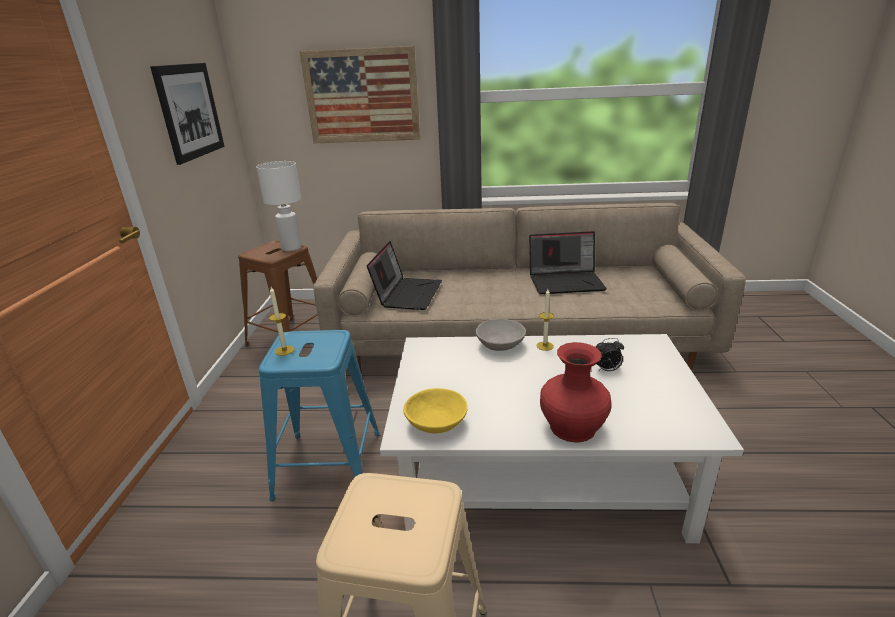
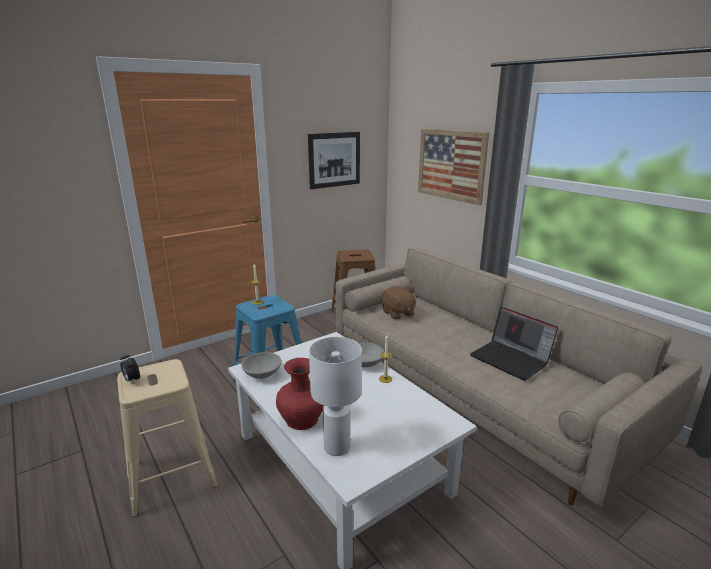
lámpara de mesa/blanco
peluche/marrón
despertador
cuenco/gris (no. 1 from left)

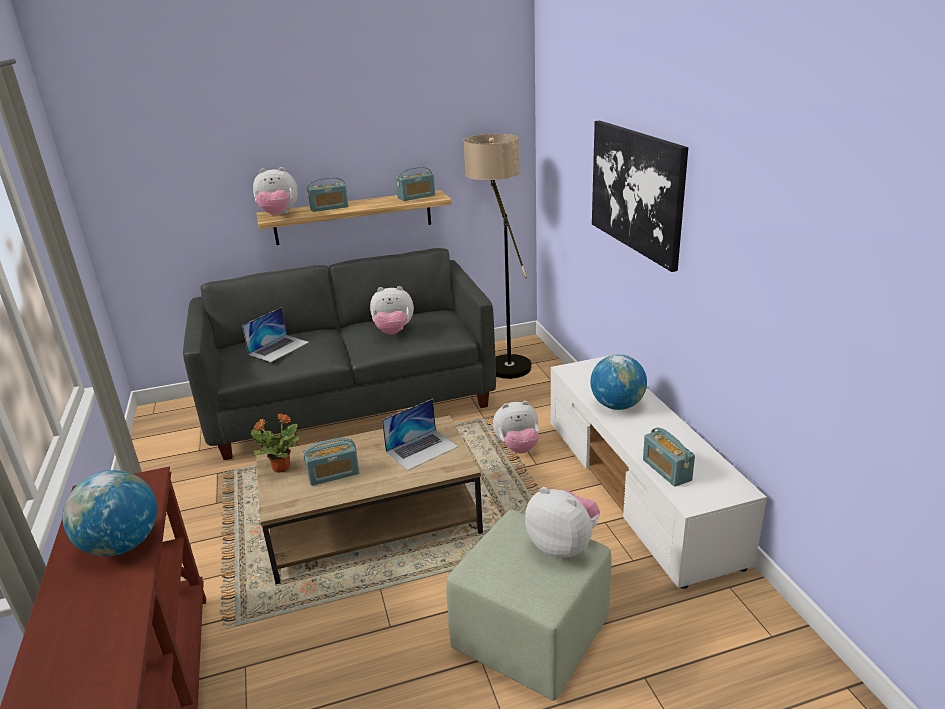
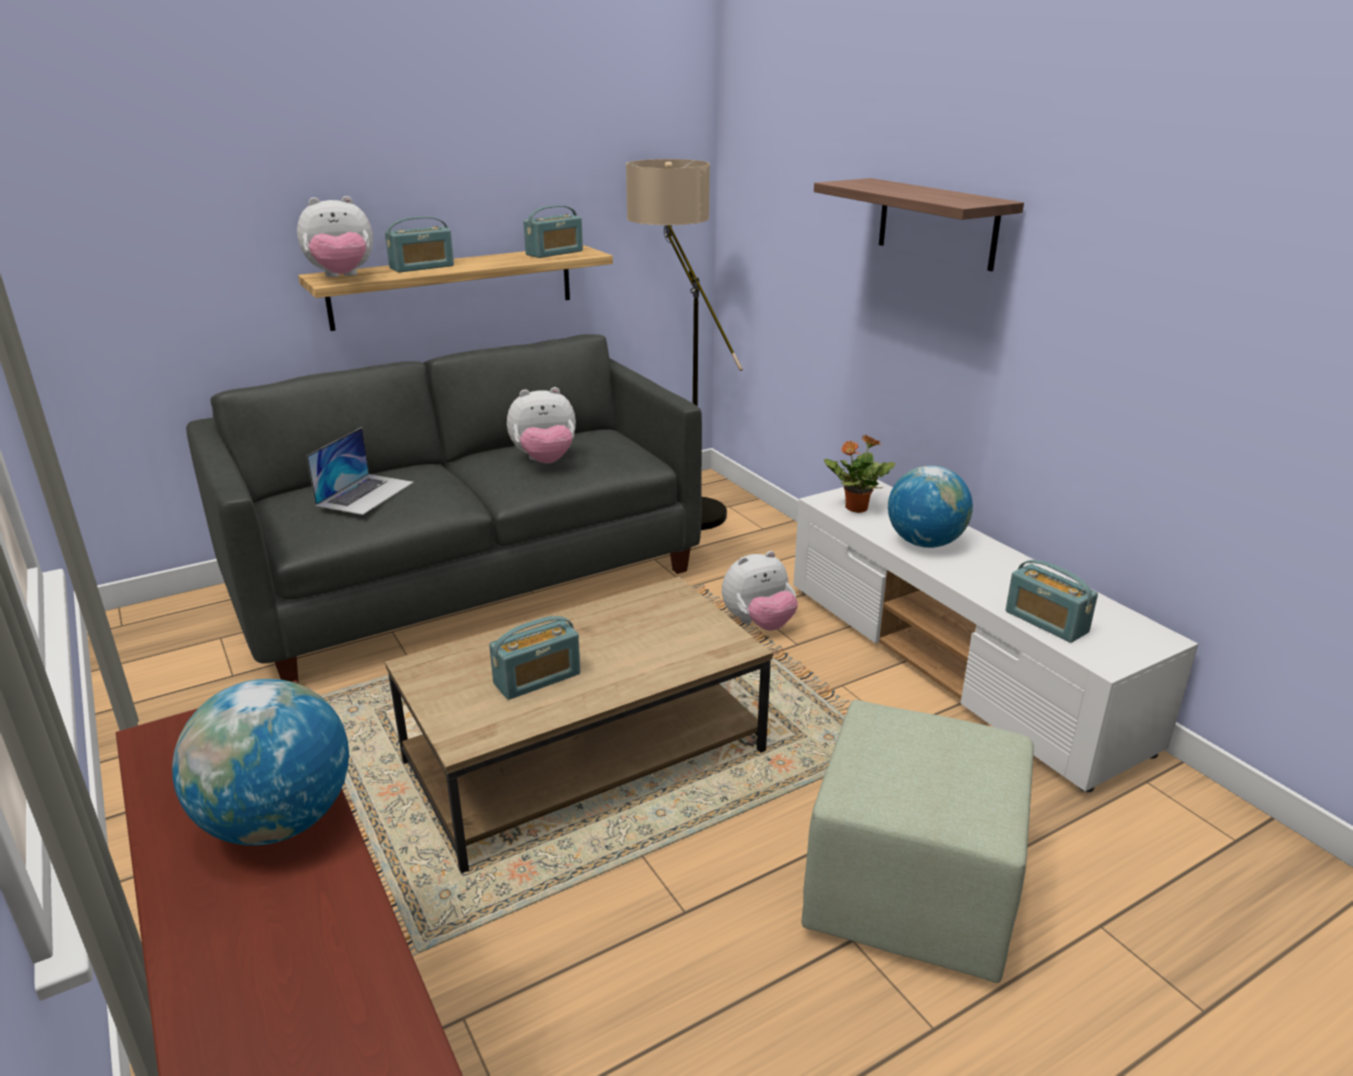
estante (no. 2 from left)
portátil (no. 2 from left in the first image)
planta en maceta
peluche (no. 4 from left in the first image)

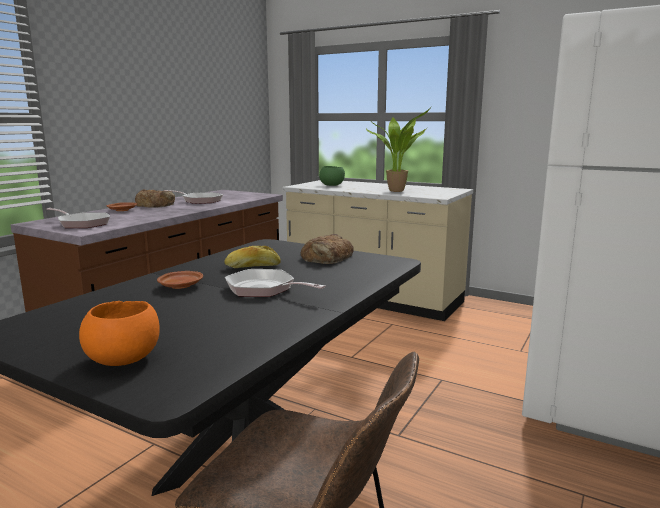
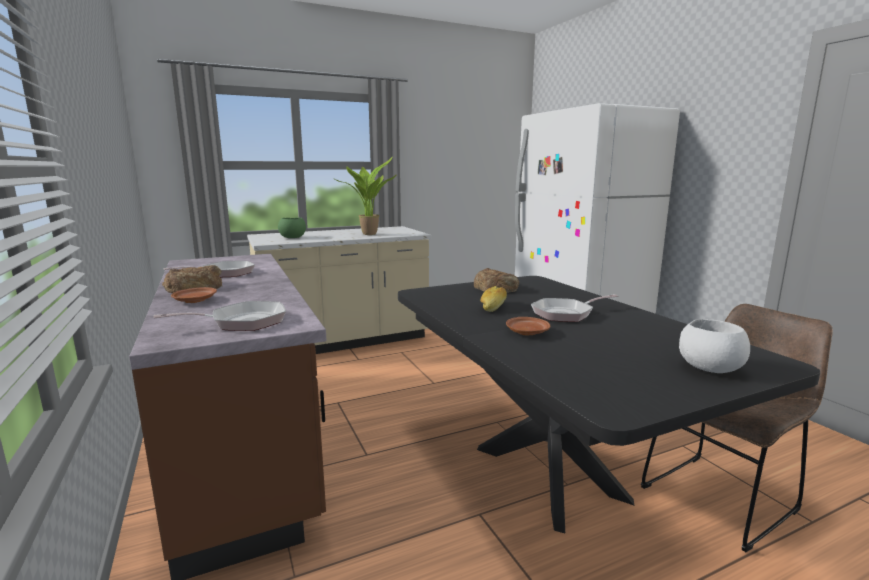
cuenco/blanco

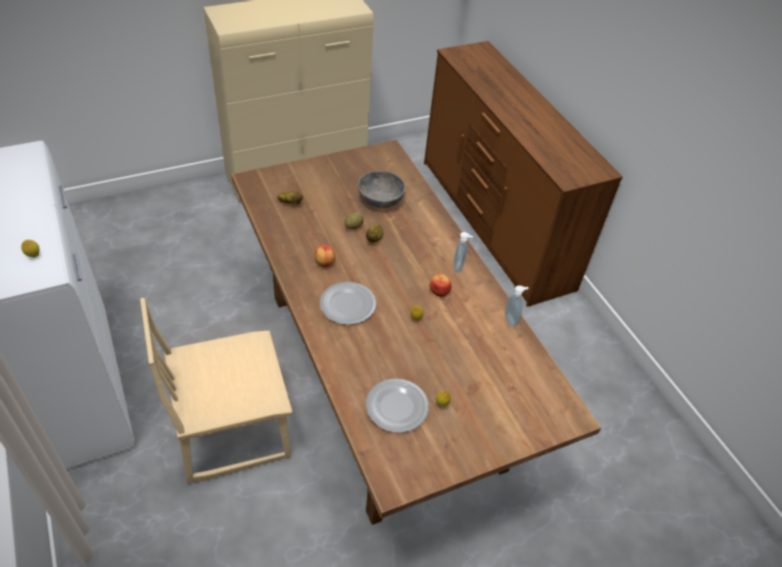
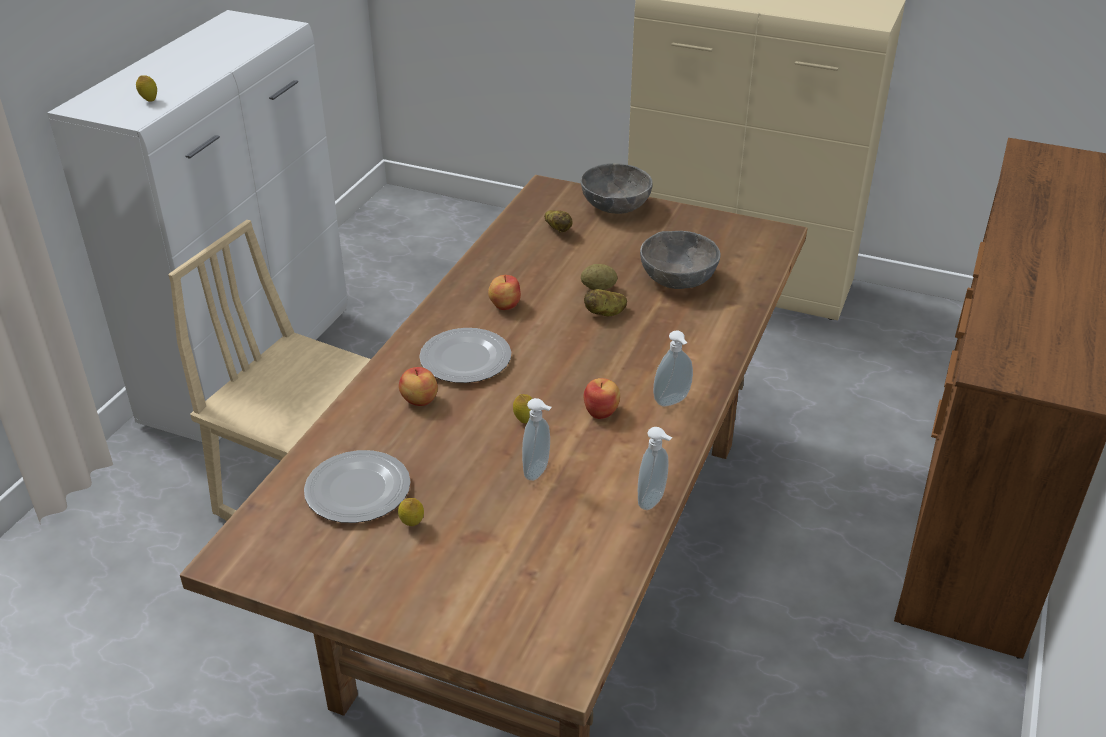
cuenco/gris (no. 1 from left)
manzana (no. 1 from left)
dispensador de jabón (no. 1 from left)

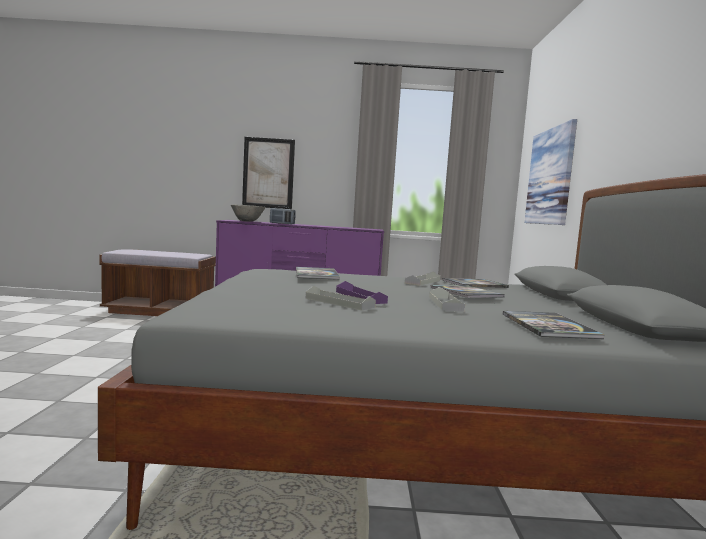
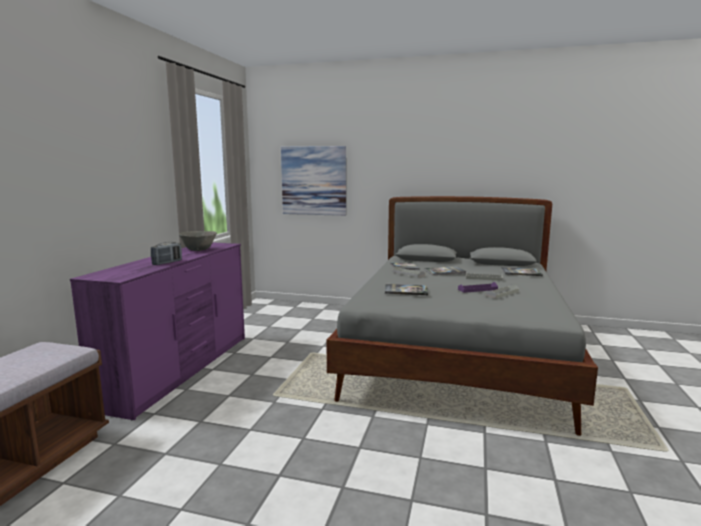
cuadro (no. 1 from left in the first image)
cuenco/gris

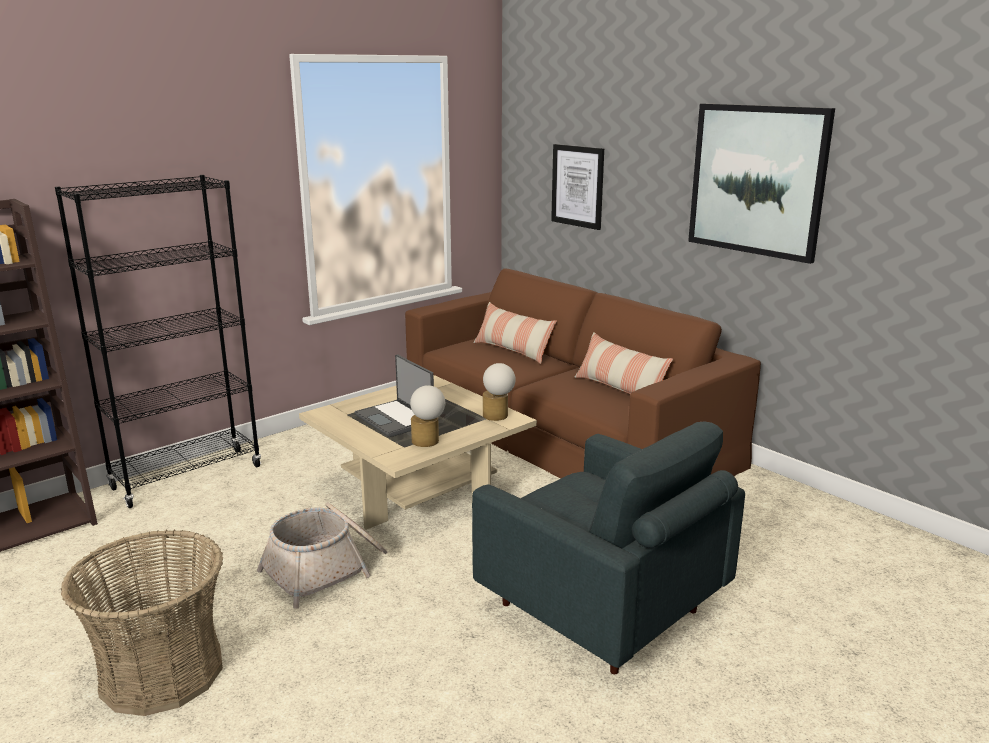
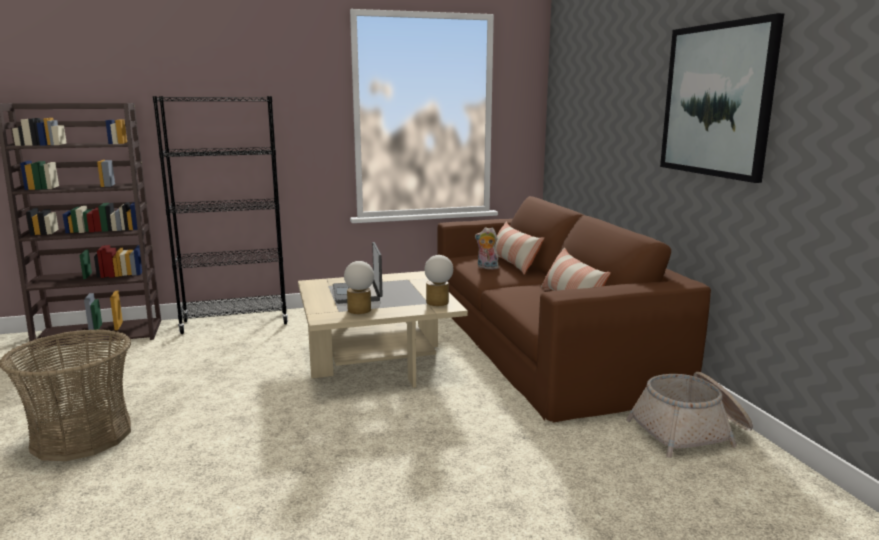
cuadro (no. 1 from left in the first image)
sillón/gris
cesta (no. 2 from left)
peluche

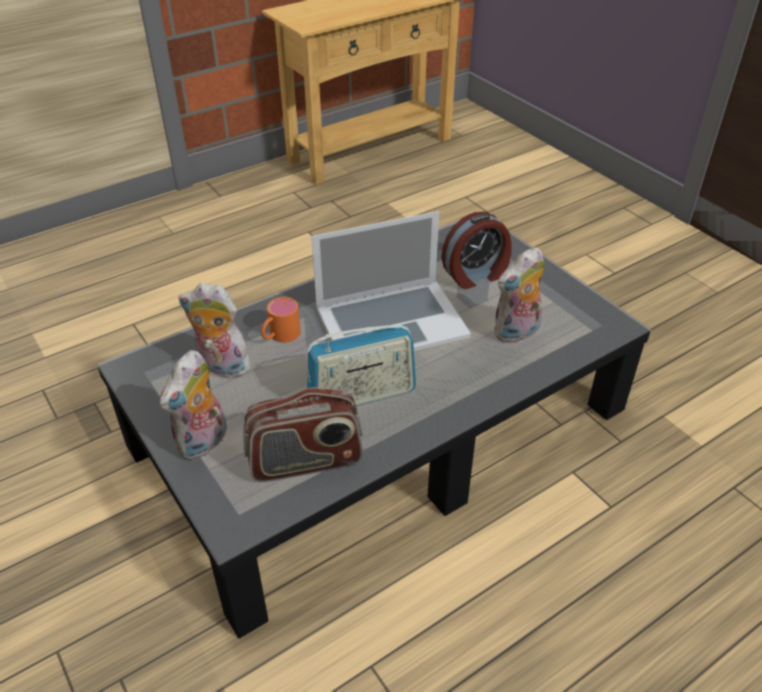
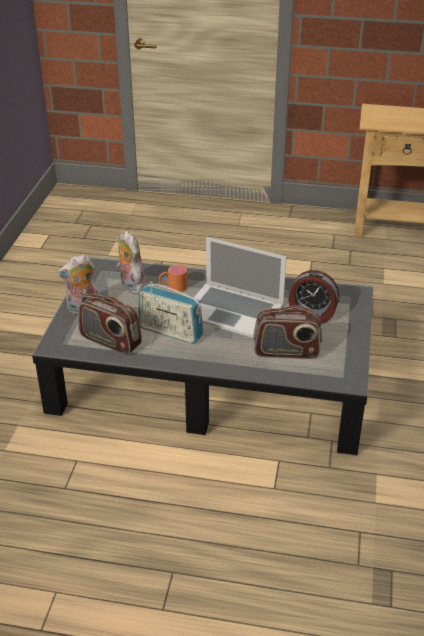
radio (no. 3 from left)

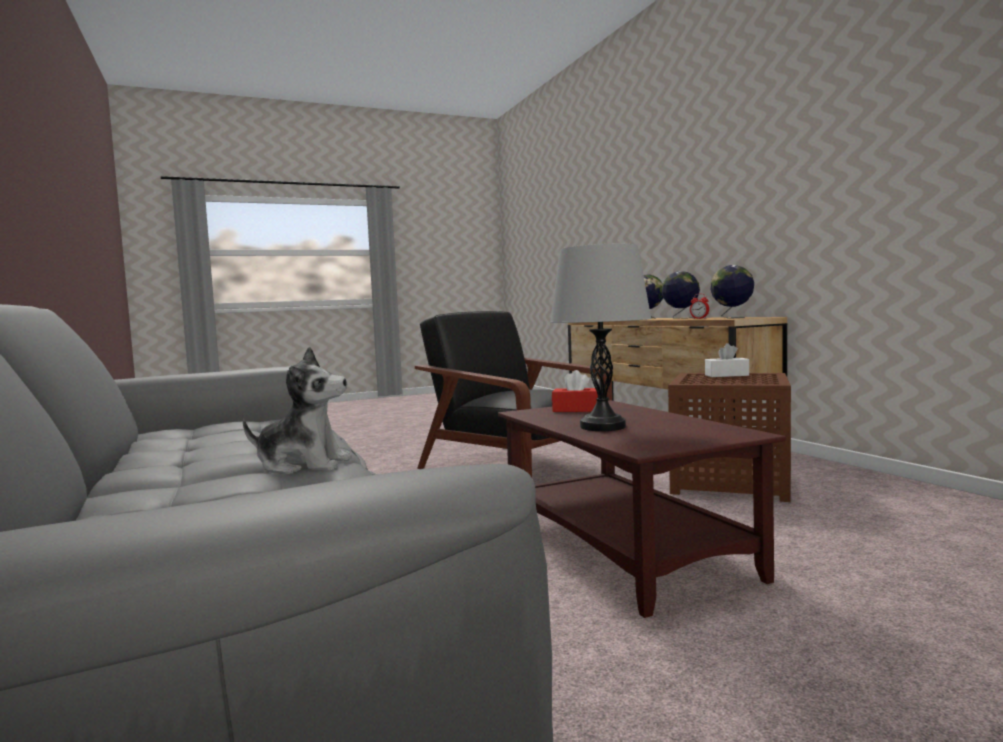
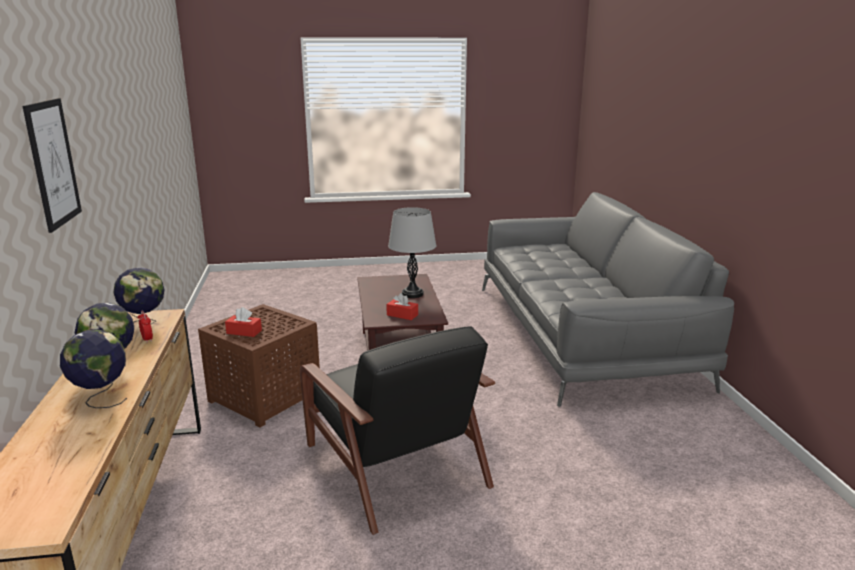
caja de pañuelos/rojo (no. 1 from left)
peluche
cuadro

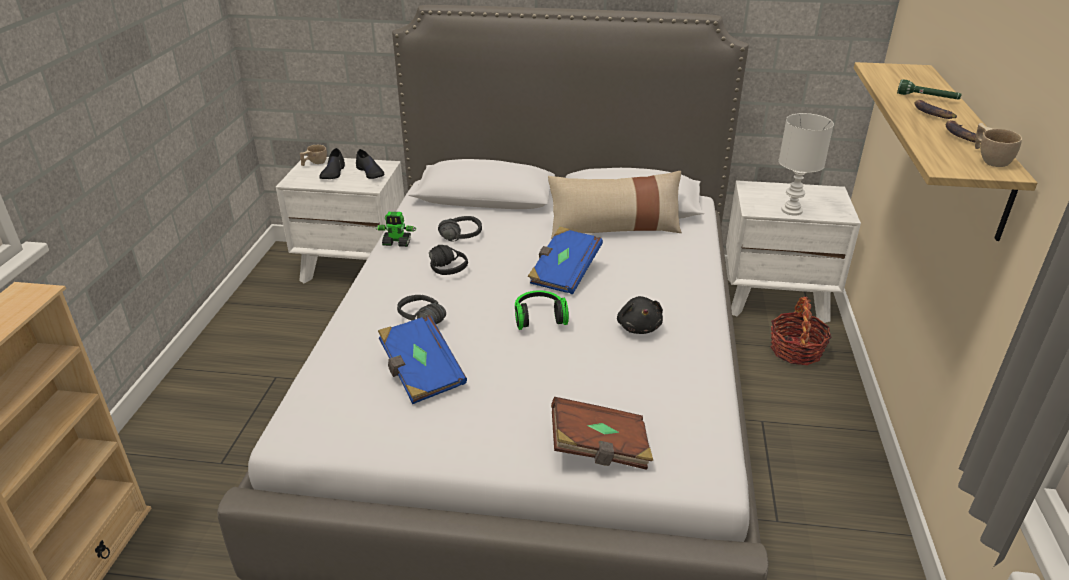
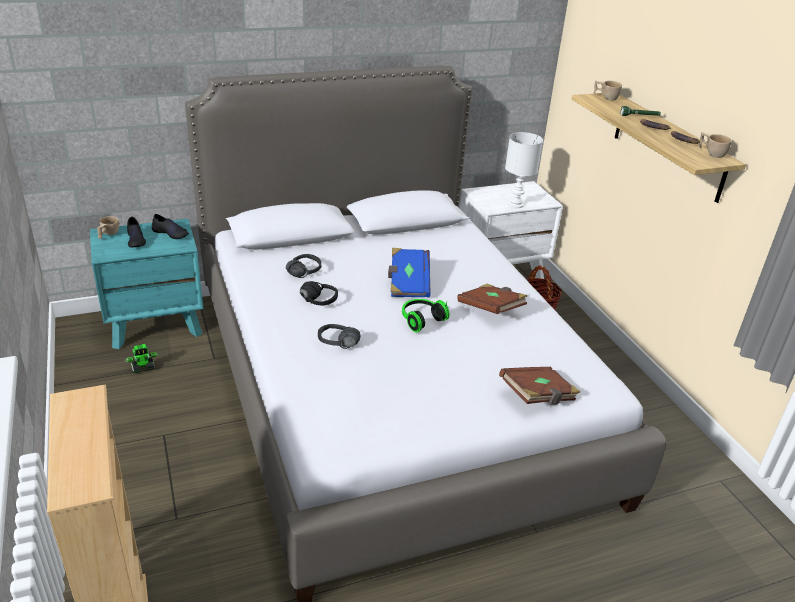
mesita de noche/turquesa
cojín/beis
robot de juguete
libro/marrón (no. 1 from left)
libro/azul (no. 1 from left in the first image)
taza/beis (no. 2 from left)

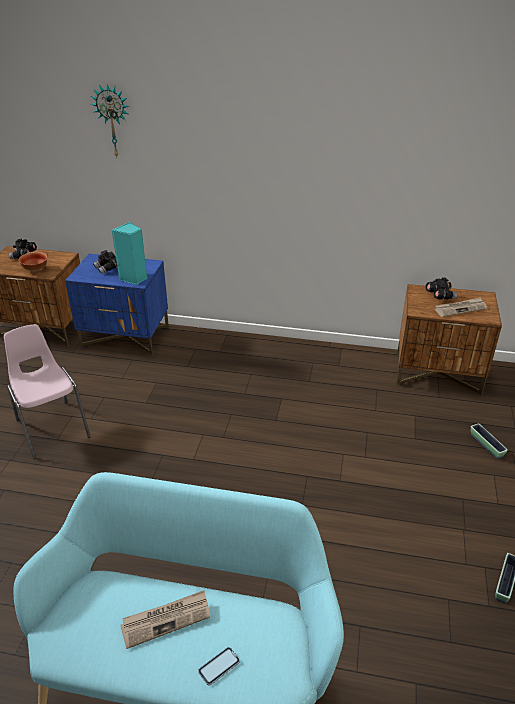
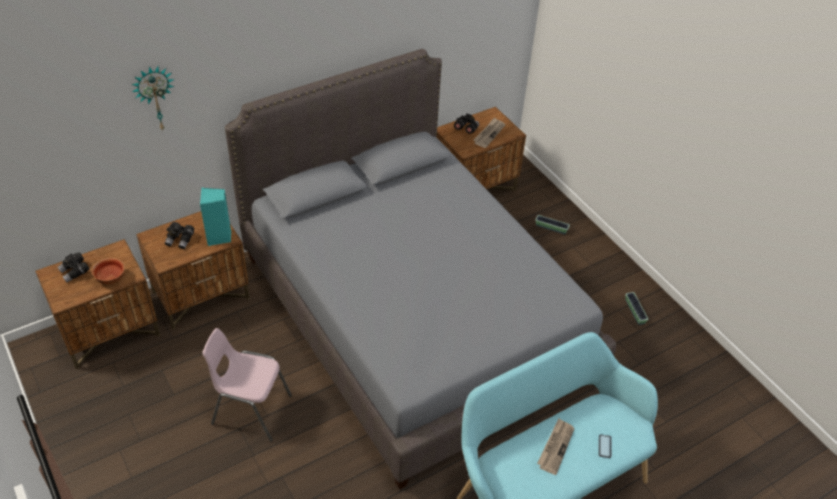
mesita de noche/marrón (no. 2 from left)
cama/gris

